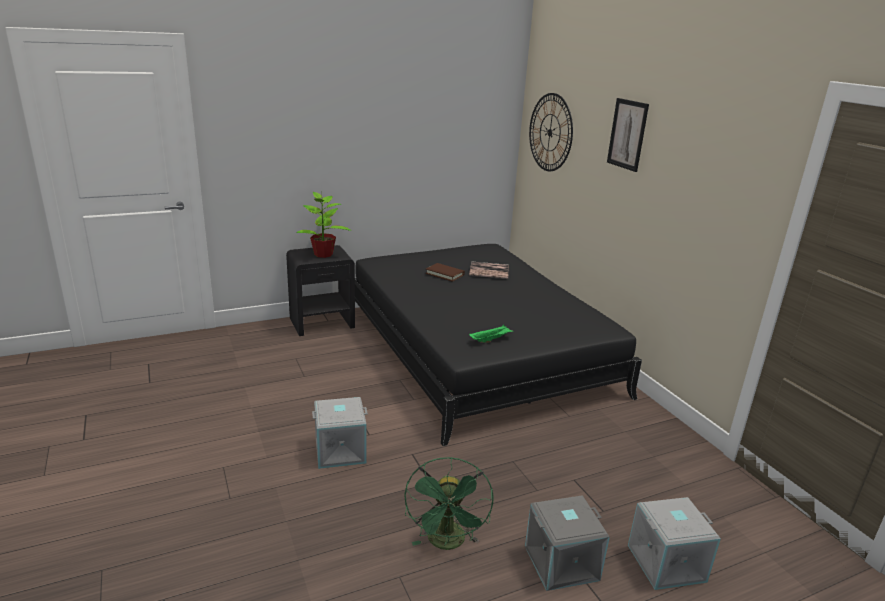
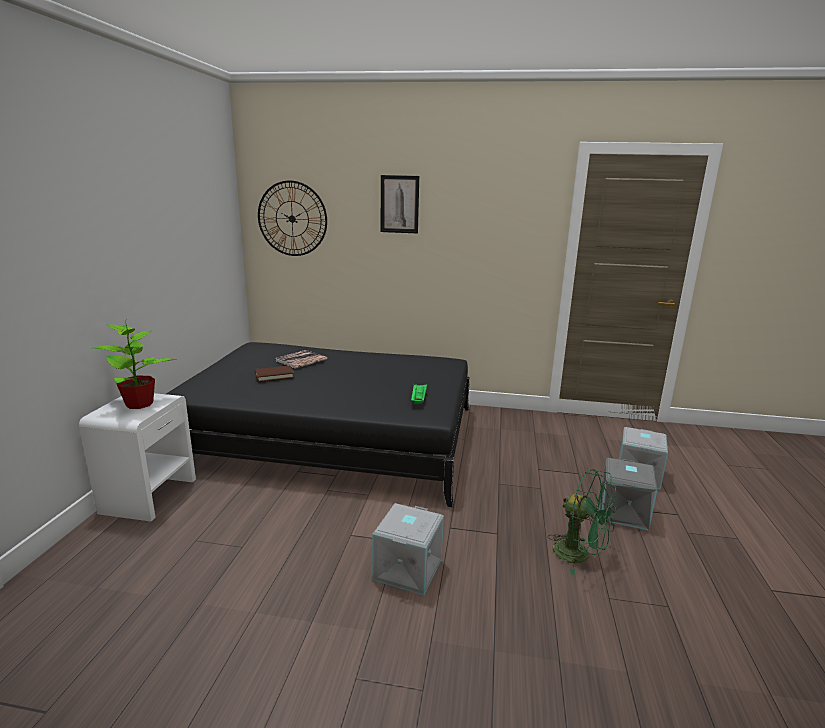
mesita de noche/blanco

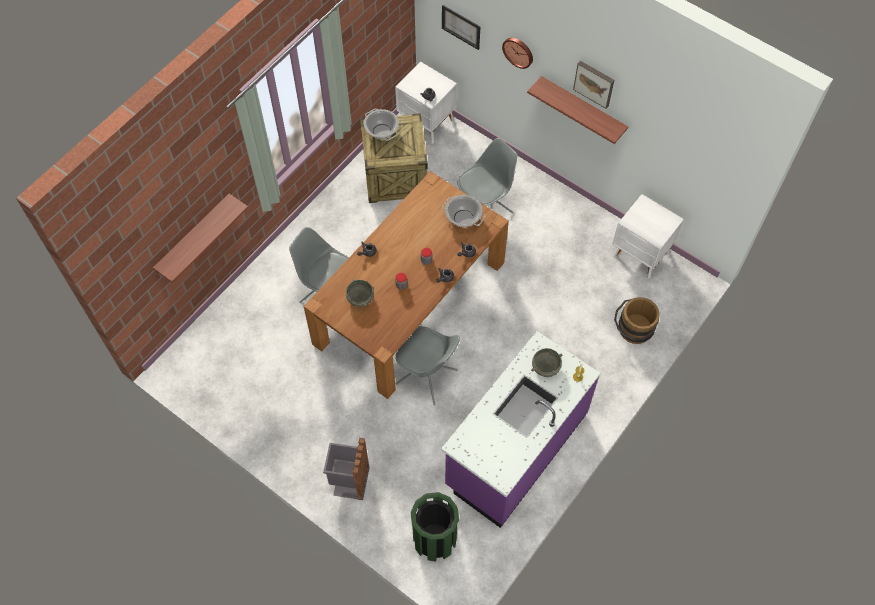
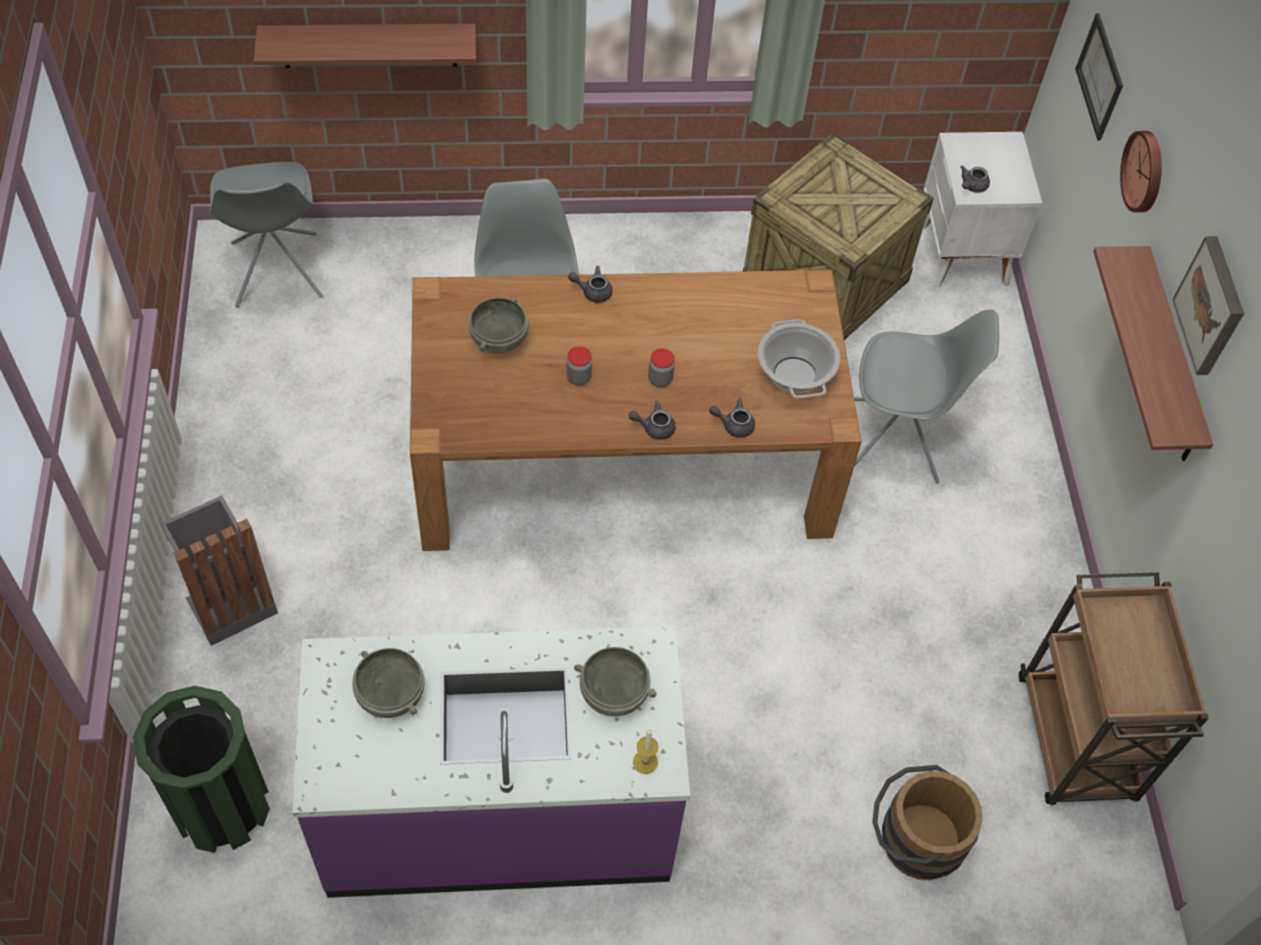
olla (no. 1 from left in the first image)
carrito/marrón
silla/gris (no. 1 from left)
cuenco/gris (no. 1 from left)

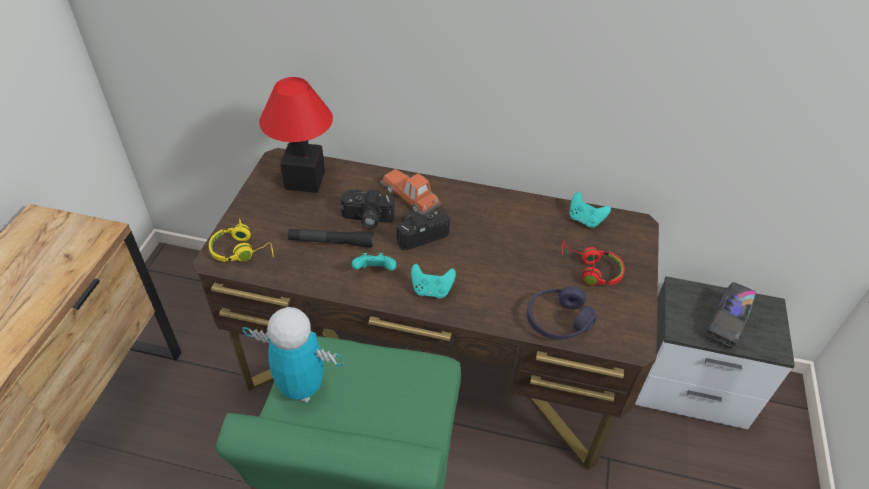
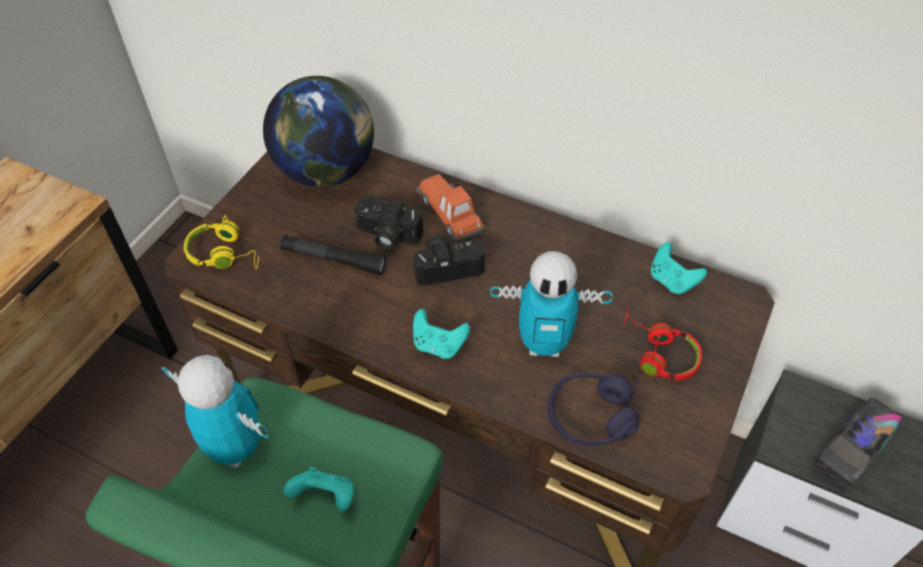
globo terráqueo
mando de consola/turquesa (no. 1 from left)
robot de juguete (no. 2 from left)

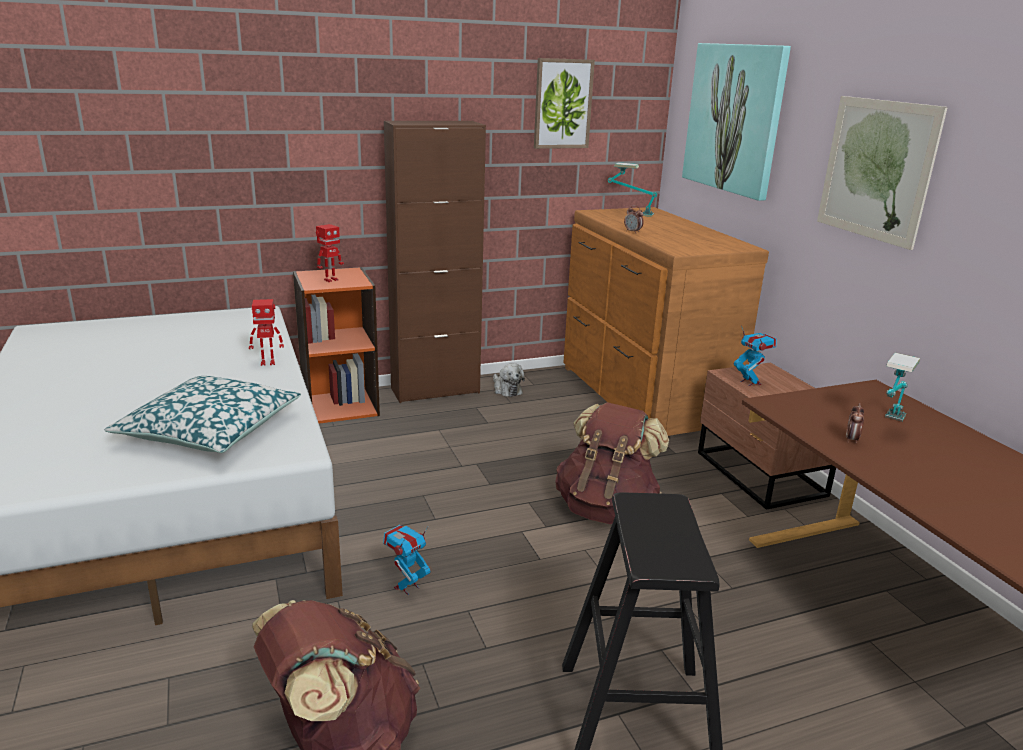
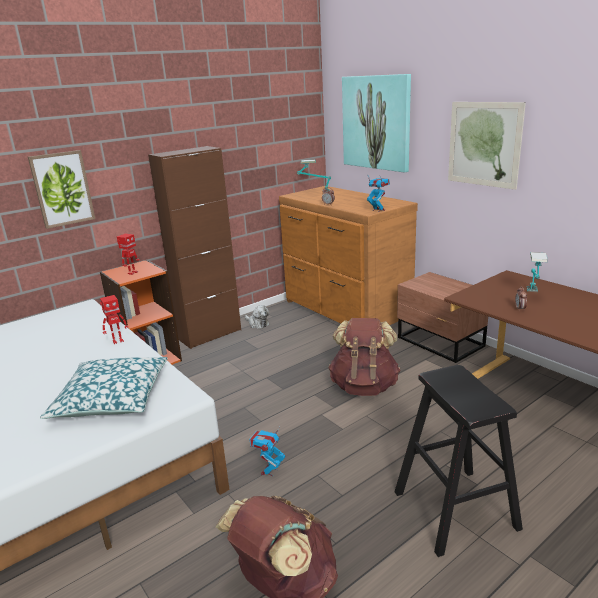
cuadro (no. 1 from left)
robot de juguete (no. 4 from left)

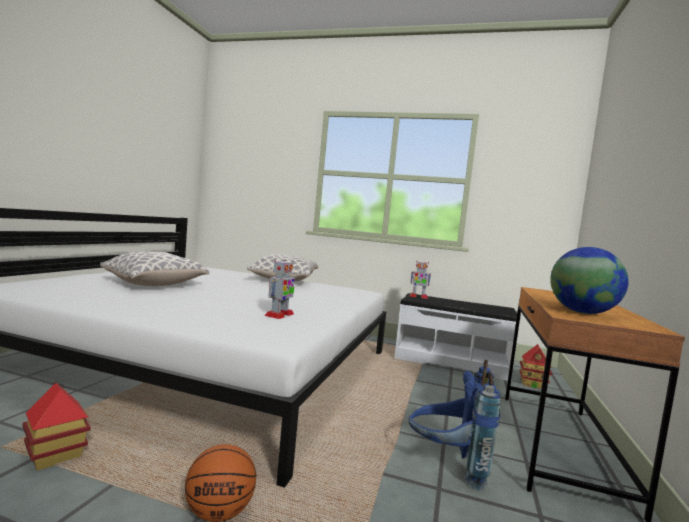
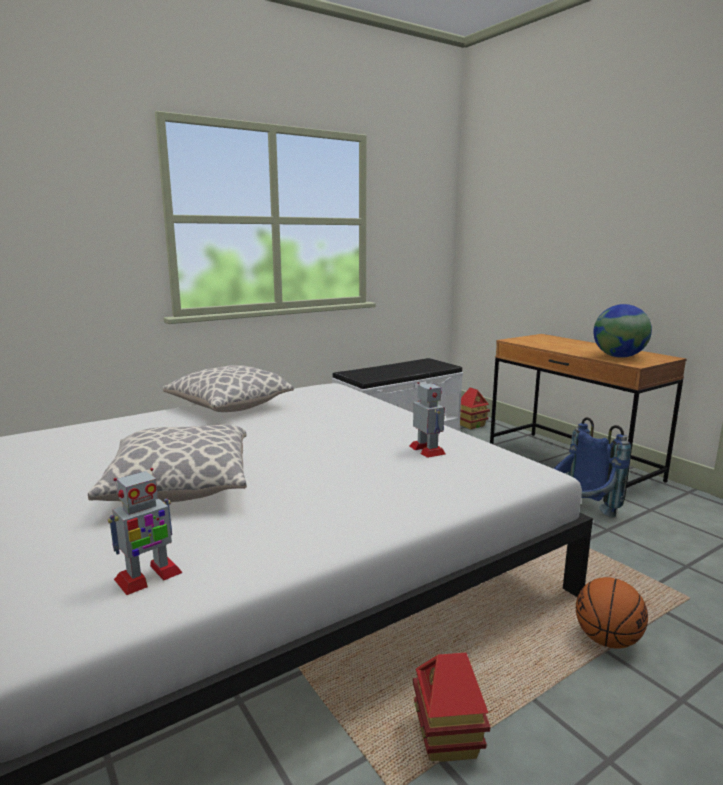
robot de juguete (no. 1 from left)

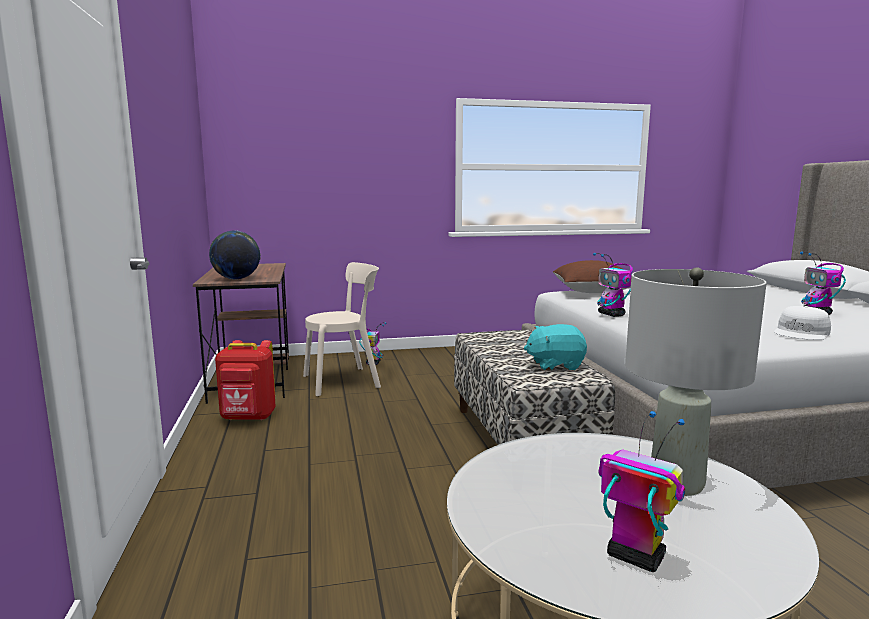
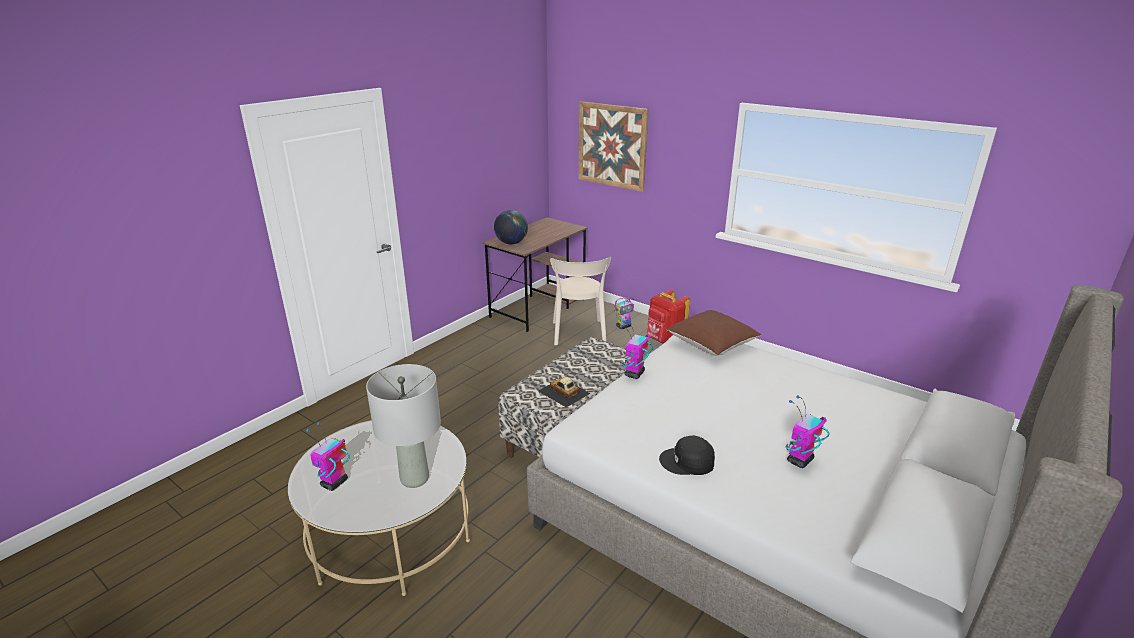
silla/beis
gorra/negro
coche de juguete
mochila/rojo
robot de juguete (no. 1 from left)
cuadro

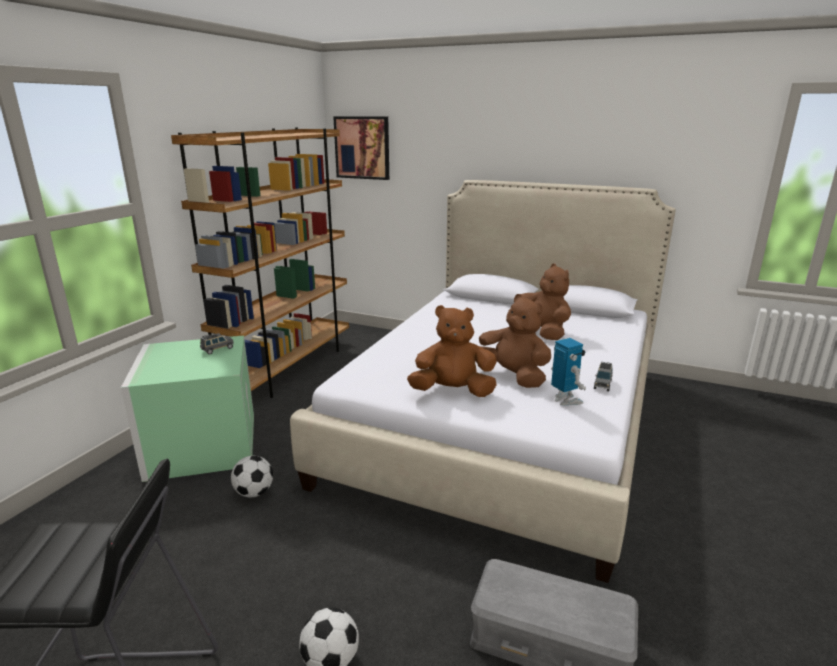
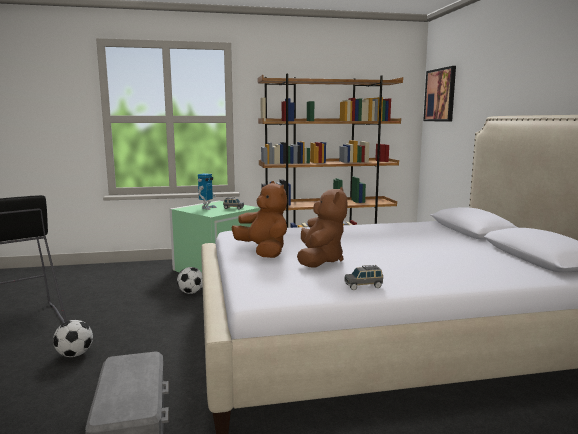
peluche/marrón (no. 3 from left in the first image)
robot de juguete

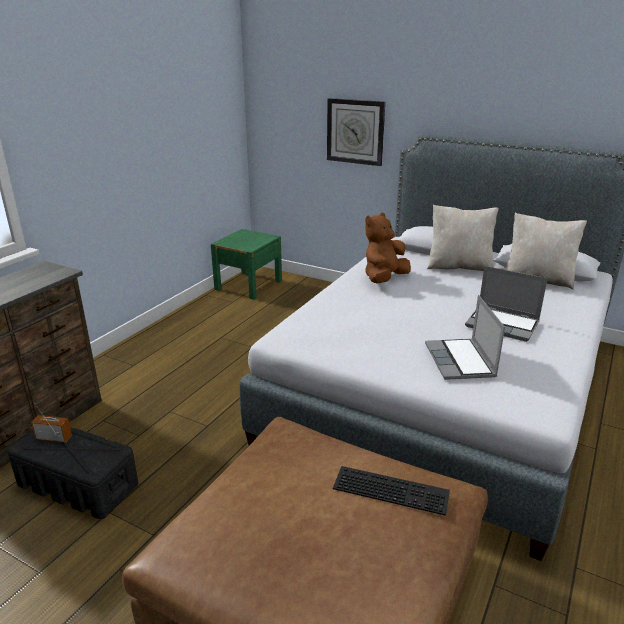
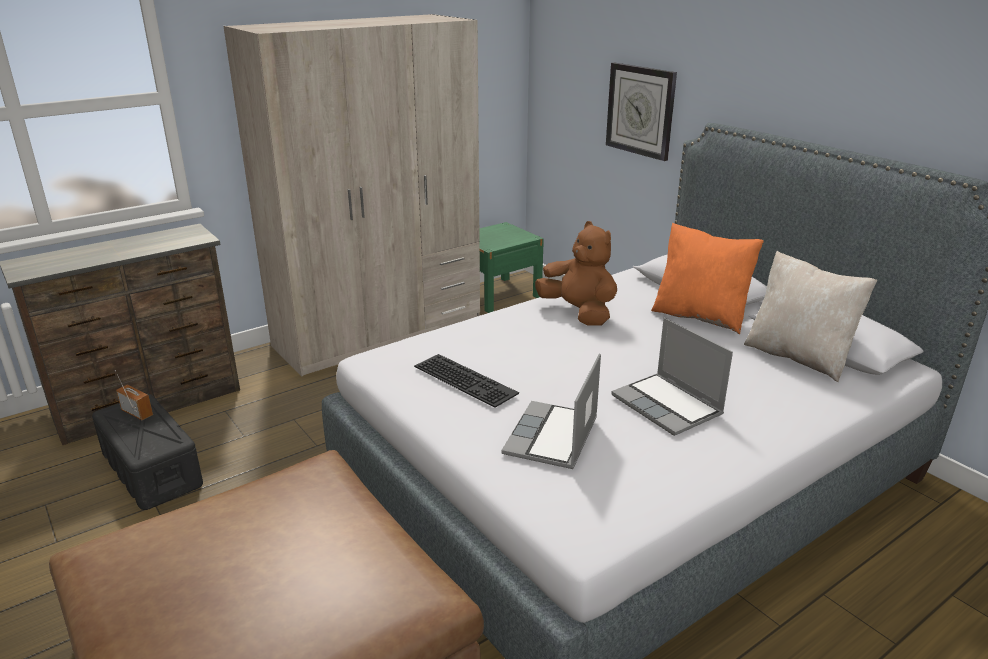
cojín/naranja
peluche/marrón
teclado
armario ropero/beis

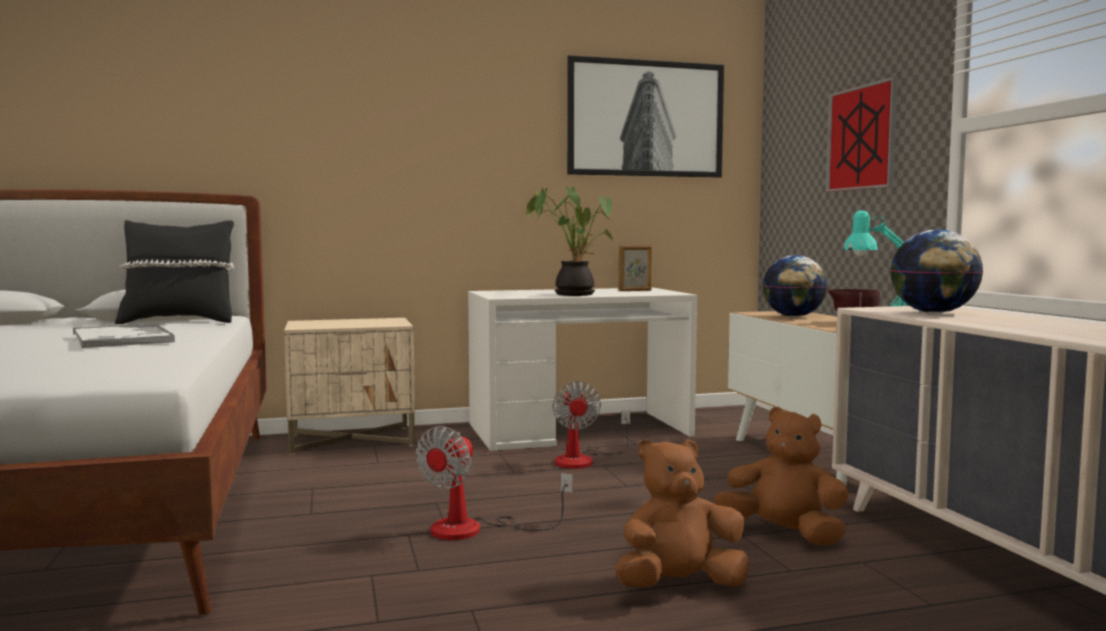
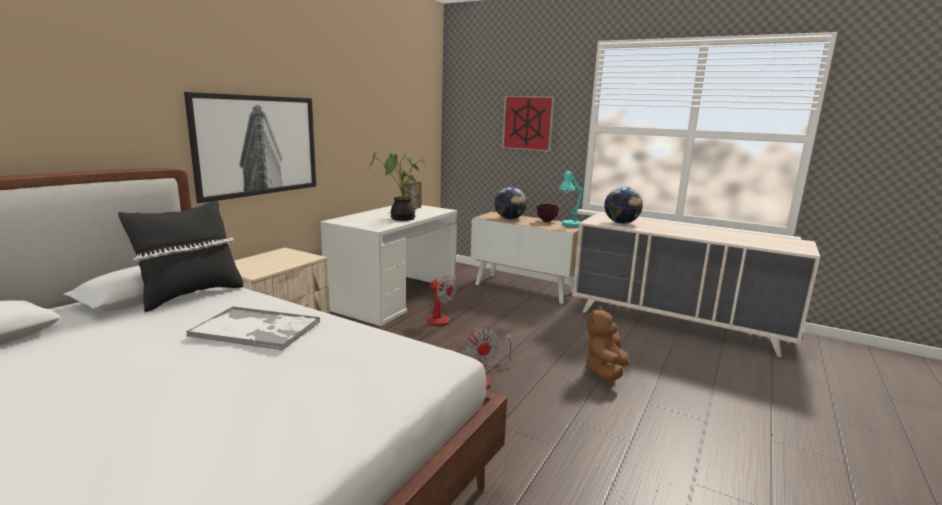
cuadro (no. 1 from left)
peluche/marrón (no. 2 from left in the first image)

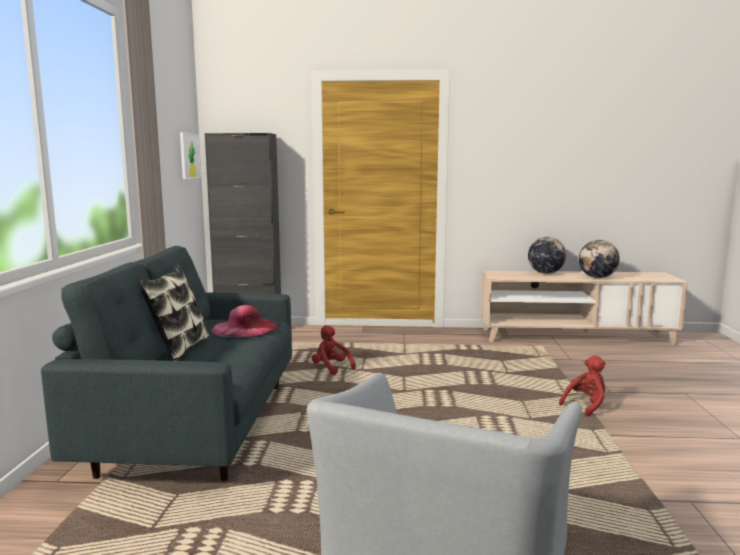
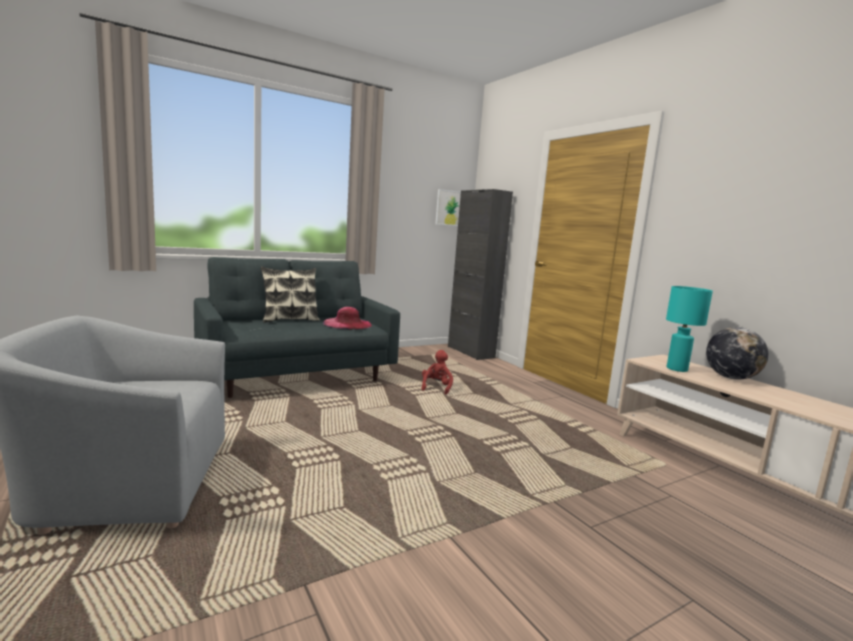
globo terráqueo (no. 2 from left in the first image)
peluche/rojo (no. 2 from left in the first image)
lámpara de mesa/turquesa

